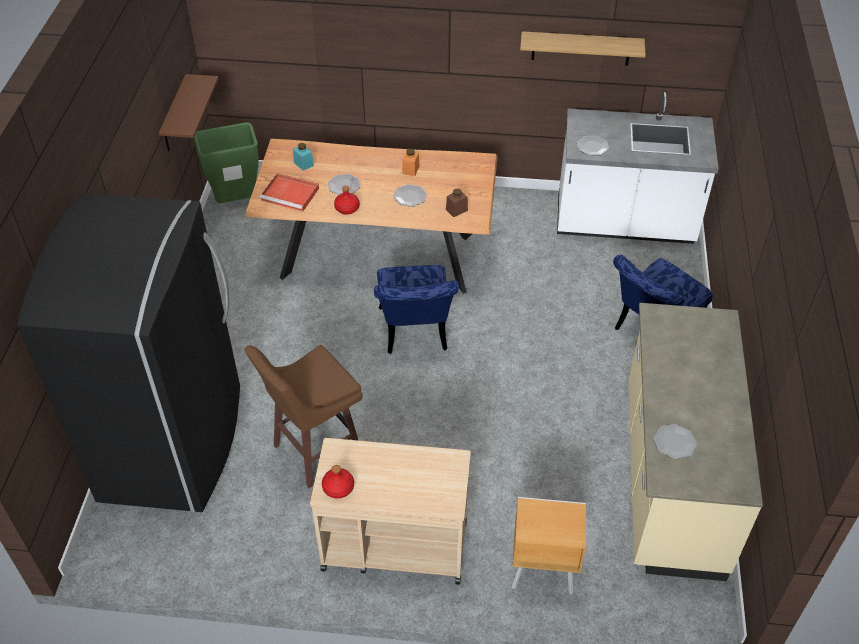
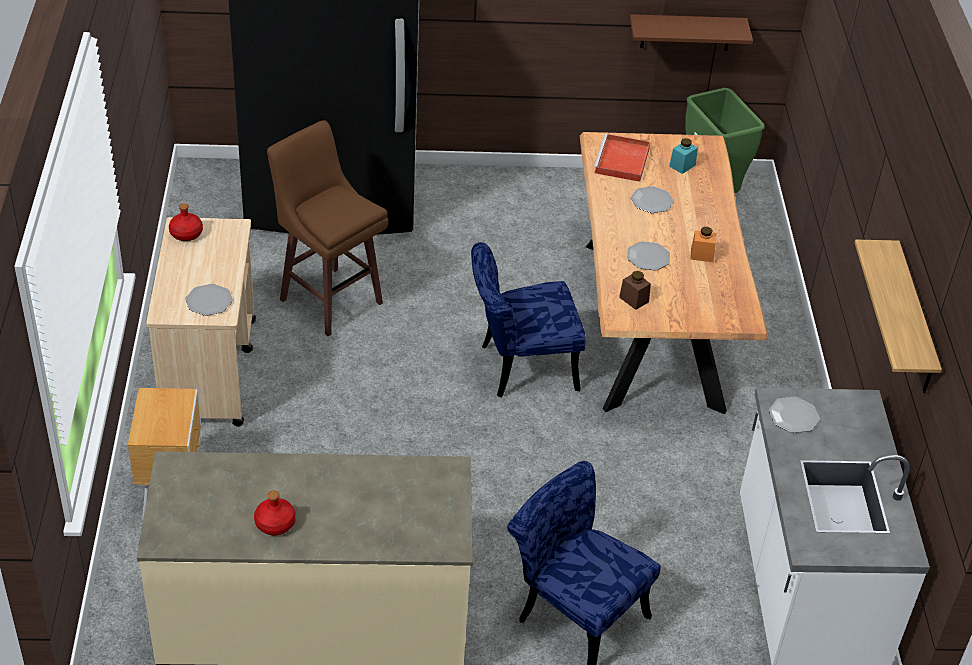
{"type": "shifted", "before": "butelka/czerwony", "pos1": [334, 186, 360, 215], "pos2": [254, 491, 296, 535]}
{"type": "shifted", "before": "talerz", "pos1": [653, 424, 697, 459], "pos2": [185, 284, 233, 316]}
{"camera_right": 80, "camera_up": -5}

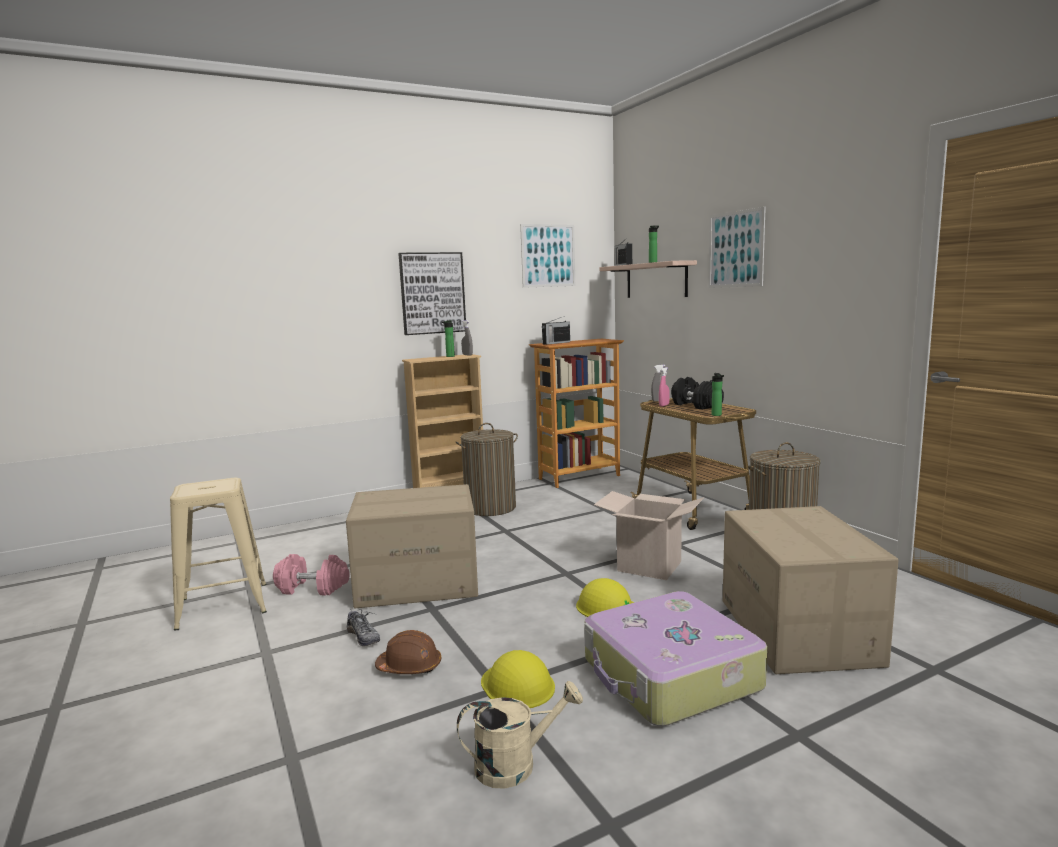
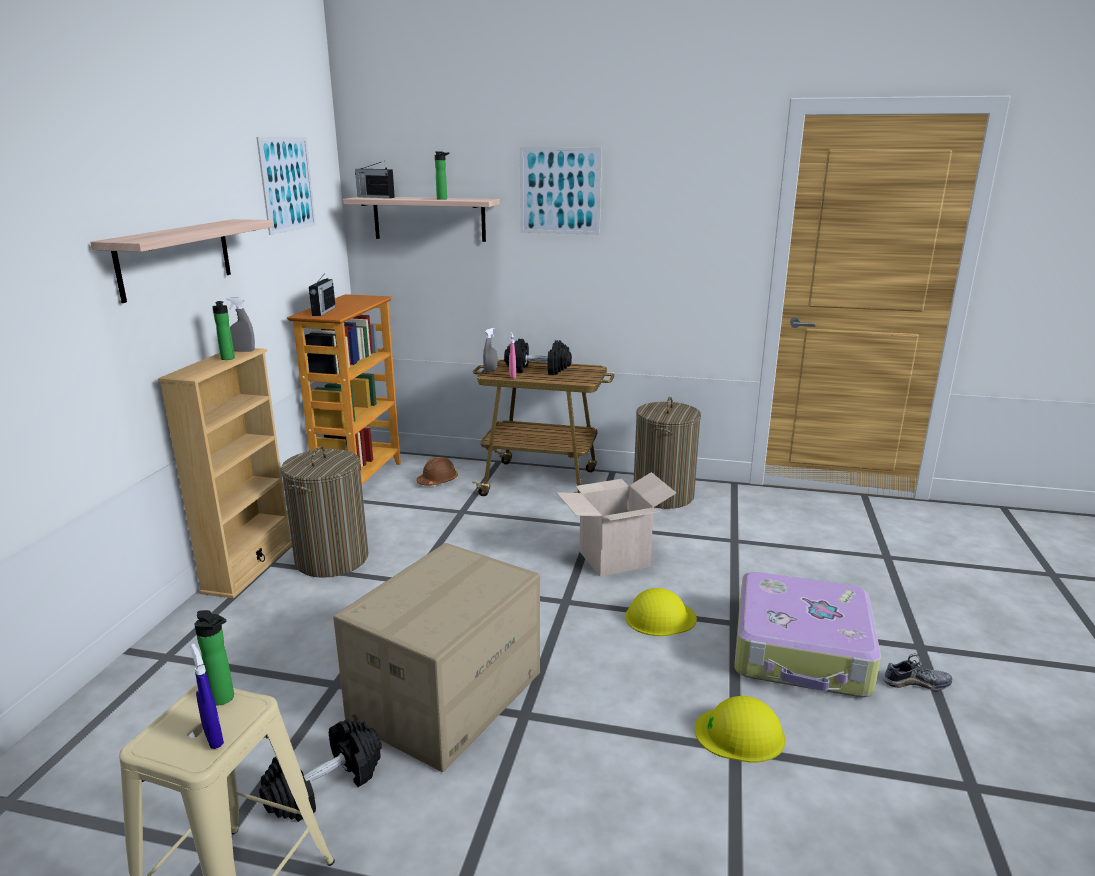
{"type": "swapped", "before": "obraz", "after": "półka", "pos1": [398, 252, 466, 335], "pos2": [90, 219, 274, 303]}
{"type": "shifted", "before": "butelka", "pos1": [712, 373, 724, 416], "pos2": [194, 610, 234, 705]}
{"type": "gone", "before": "karton", "pos1": [723, 506, 898, 674]}
{"type": "repainted", "before": "hantel/różowy", "after": "hantel/czarny", "pos1": [273, 554, 350, 595], "pos2": [259, 720, 382, 822]}
{"type": "shifted", "before": "but", "pos1": [347, 609, 380, 646], "pos2": [883, 653, 952, 690]}
{"type": "shifted", "before": "kask/brązowy", "pos1": [375, 630, 441, 674], "pos2": [416, 457, 458, 486]}
{"type": "gone", "before": "konewka/beżowy", "pos1": [457, 681, 583, 789]}
{"type": "new", "after": "spryskiwacz/niebieski", "pos2": [190, 644, 224, 749]}
{"camera_right": -50, "camera_up": 10}

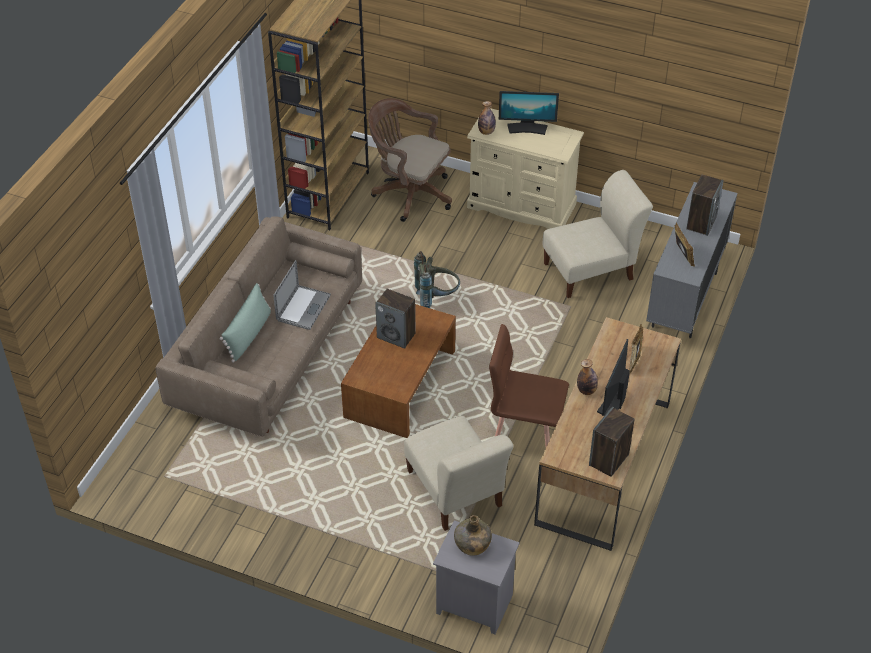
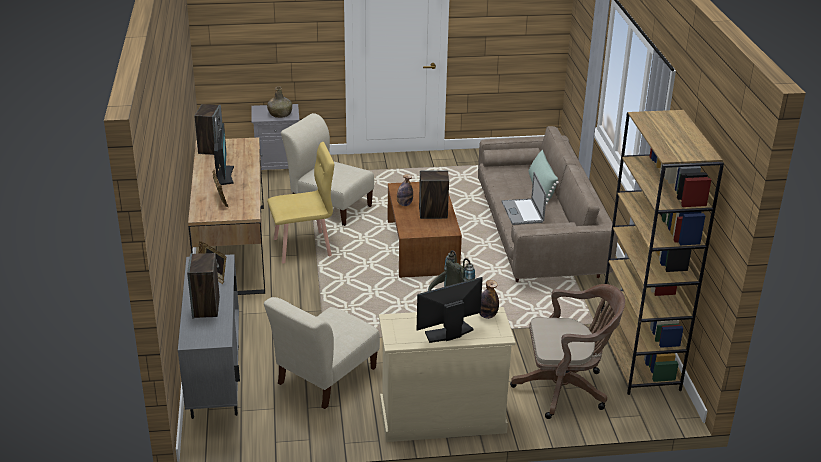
{"type": "repainted", "before": "krzesło/brązowy", "after": "krzesło/żółty", "pos1": [489, 324, 569, 447], "pos2": [267, 142, 334, 264]}
{"type": "shifted", "before": "butelka", "pos1": [577, 359, 598, 395], "pos2": [397, 174, 413, 206]}
{"camera_right": 150, "camera_up": -15}

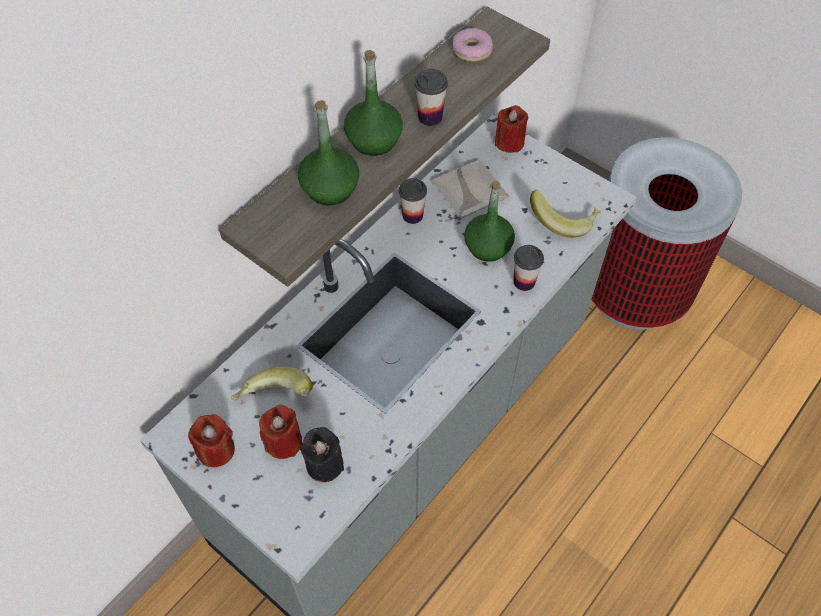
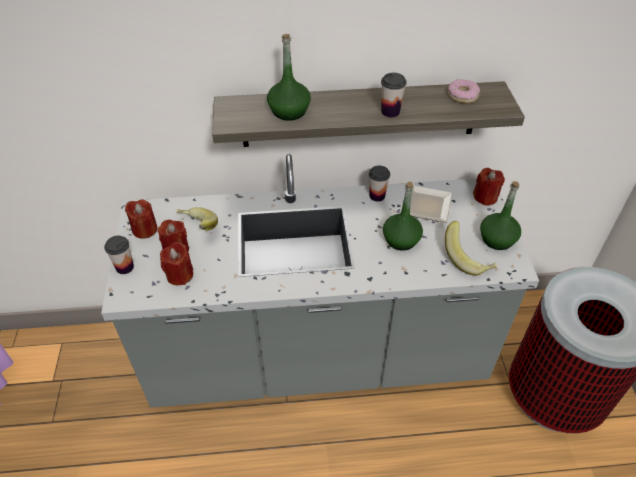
{"type": "shifted", "before": "butelka/zielony", "pos1": [344, 50, 403, 156], "pos2": [480, 181, 521, 250]}
{"type": "shifted", "before": "filiżanka", "pos1": [514, 245, 544, 291], "pos2": [104, 236, 134, 274]}
{"type": "repainted", "before": "świeca/czarny", "after": "świeca/czerwony", "pos1": [300, 427, 344, 482], "pos2": [160, 242, 193, 285]}
{"camera_right": 45, "camera_up": -10}

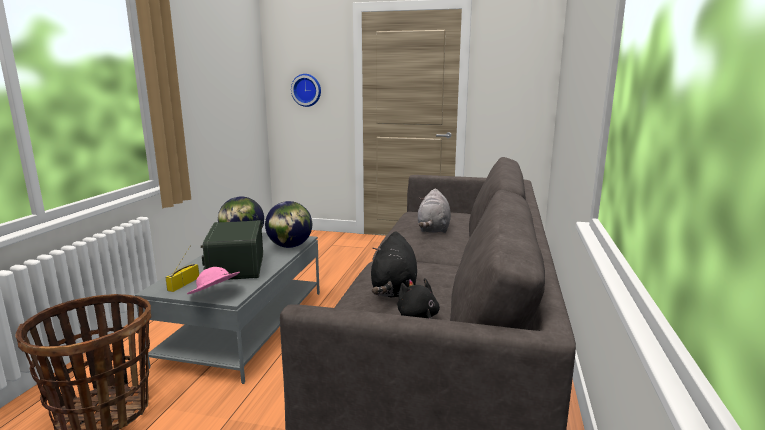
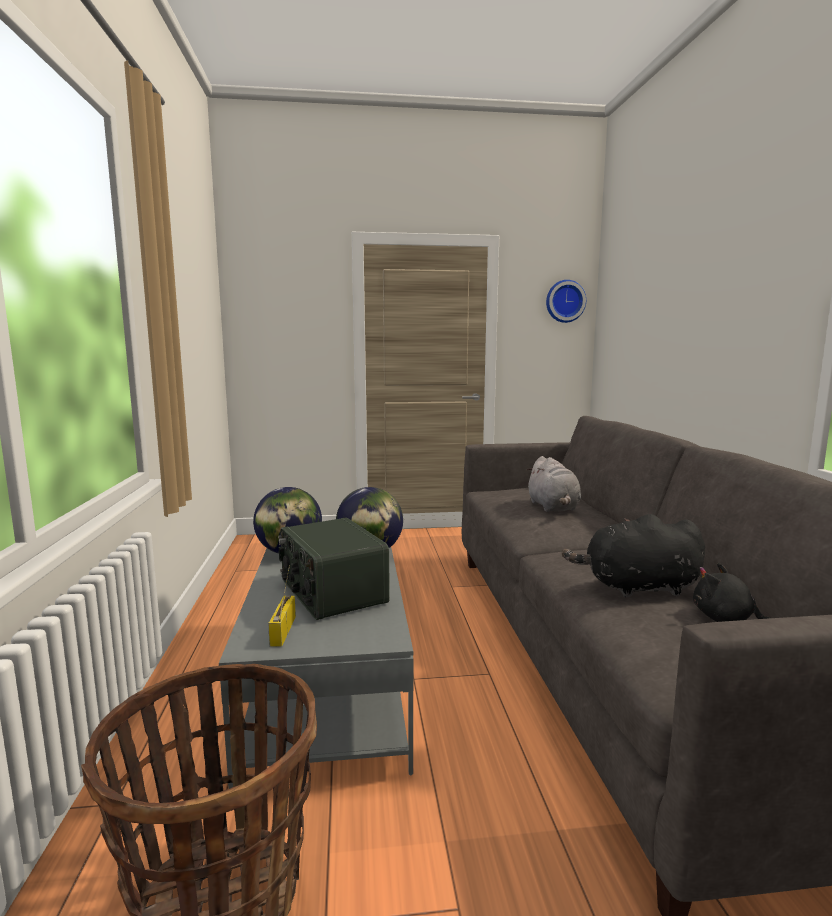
{"type": "shifted", "before": "zegar ścienny", "pos1": [291, 74, 321, 107], "pos2": [546, 280, 586, 323]}
{"type": "rotated", "before": "pluszak/czarny", "pos1": [371, 232, 417, 297], "pos2": [562, 514, 705, 598], "turn": 105}
{"type": "gone", "before": "kapelusz/różowy", "pos1": [187, 267, 240, 294]}
{"camera_right": -20, "camera_up": -5}

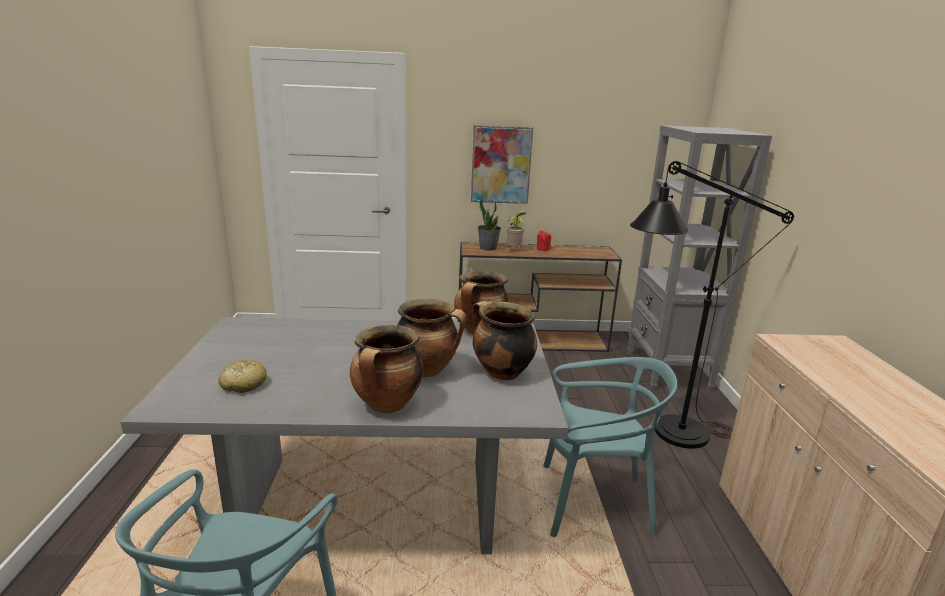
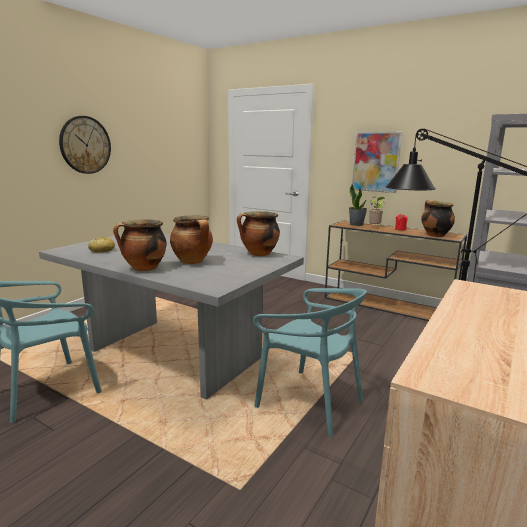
{"type": "shifted", "before": "garnek", "pos1": [472, 301, 537, 381], "pos2": [421, 200, 455, 237]}
{"type": "new", "after": "zegar ścienny", "pos2": [59, 116, 111, 174]}
{"camera_right": 35, "camera_up": -5}

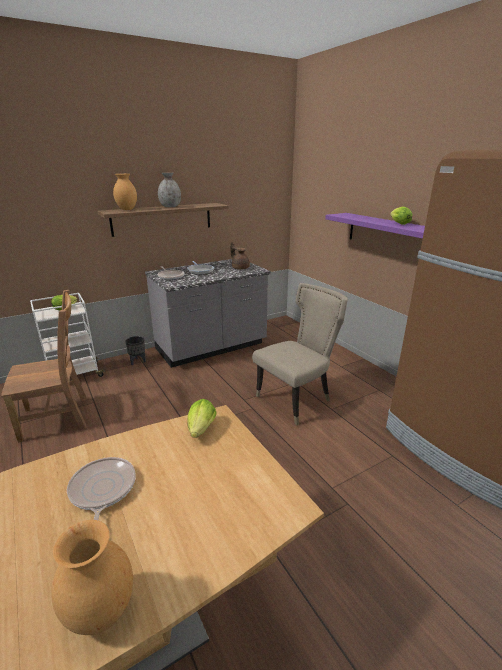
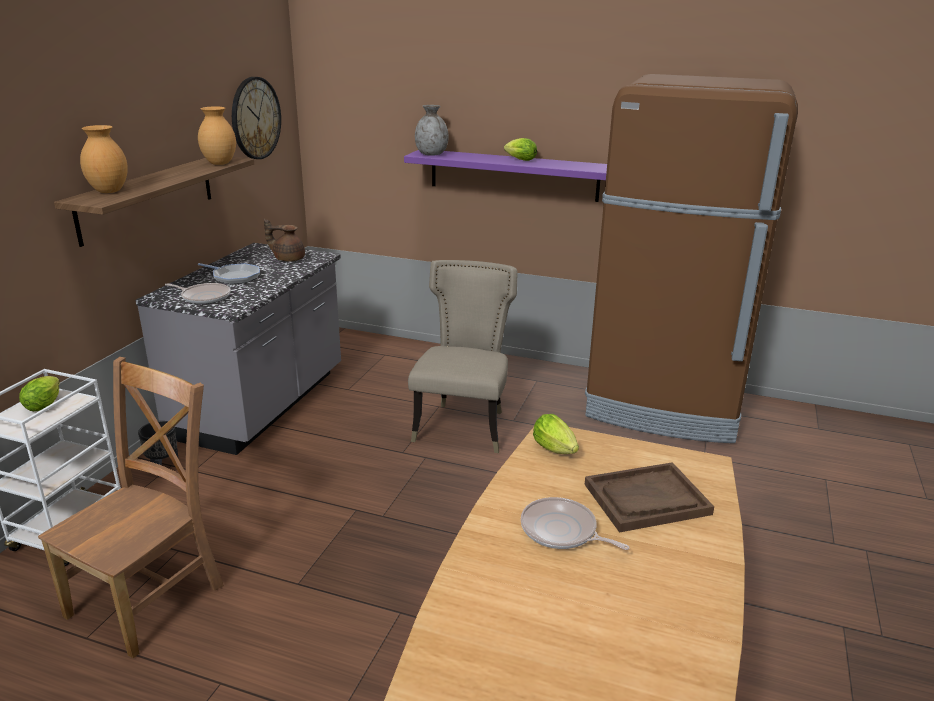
{"type": "shifted", "before": "wazon/szary", "pos1": [158, 173, 181, 207], "pos2": [415, 105, 449, 156]}
{"type": "shifted", "before": "wazon/brązowy", "pos1": [51, 520, 133, 635], "pos2": [198, 106, 236, 165]}
{"type": "new", "after": "zegar ścienny", "pos2": [232, 77, 281, 159]}
{"type": "new", "after": "taca/brązowy", "pos2": [585, 462, 714, 533]}
{"camera_right": -40, "camera_up": 0}

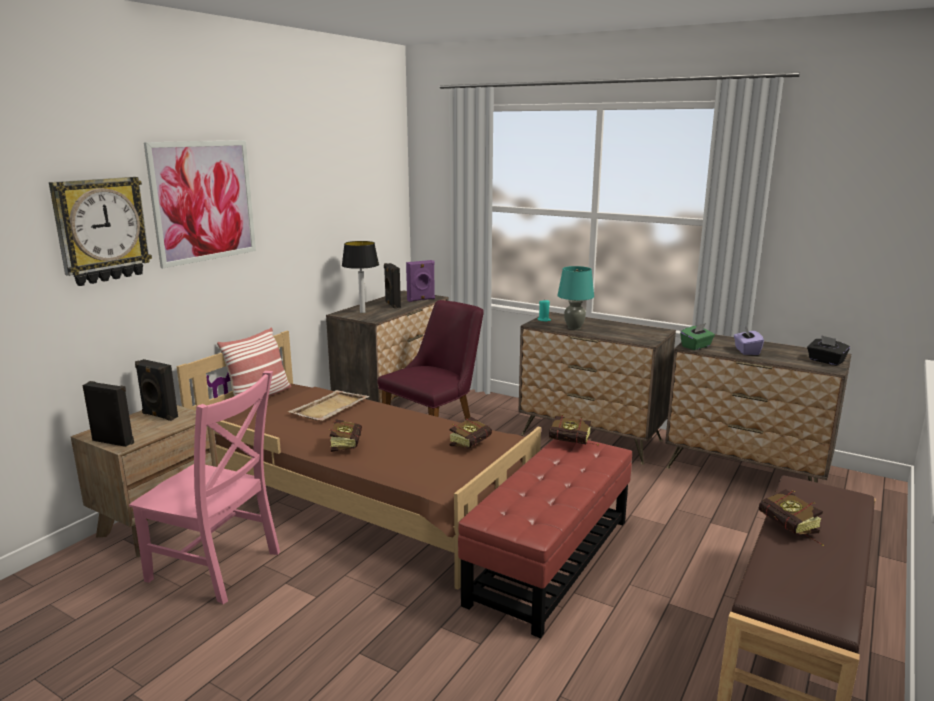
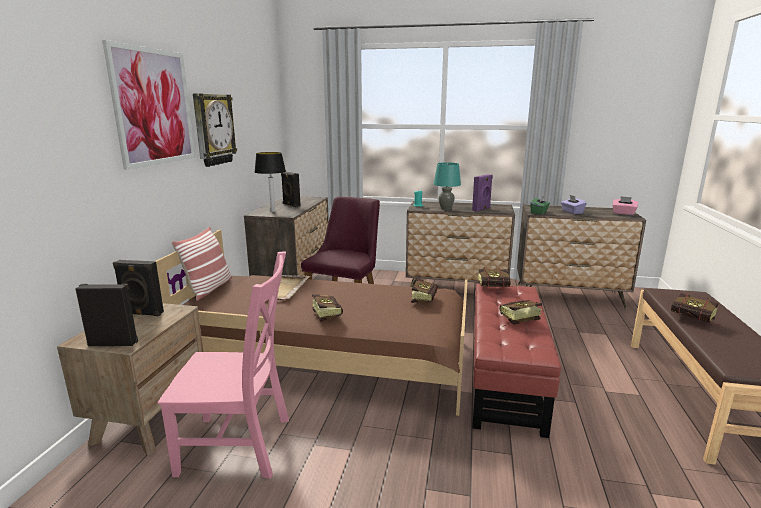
{"type": "shifted", "before": "zegar ścienny", "pos1": [49, 177, 152, 286], "pos2": [193, 93, 237, 167]}
{"type": "shifted", "before": "głośnik/fioletowy", "pos1": [406, 260, 435, 302], "pos2": [472, 174, 493, 212]}
{"type": "repainted", "before": "pudełko chusteczek/czarny", "after": "pudełko chusteczek/różowy", "pos1": [807, 335, 850, 366], "pos2": [612, 196, 638, 215]}
{"type": "new", "after": "książka", "pos2": [500, 300, 542, 327]}
{"camera_right": -20, "camera_up": 0}

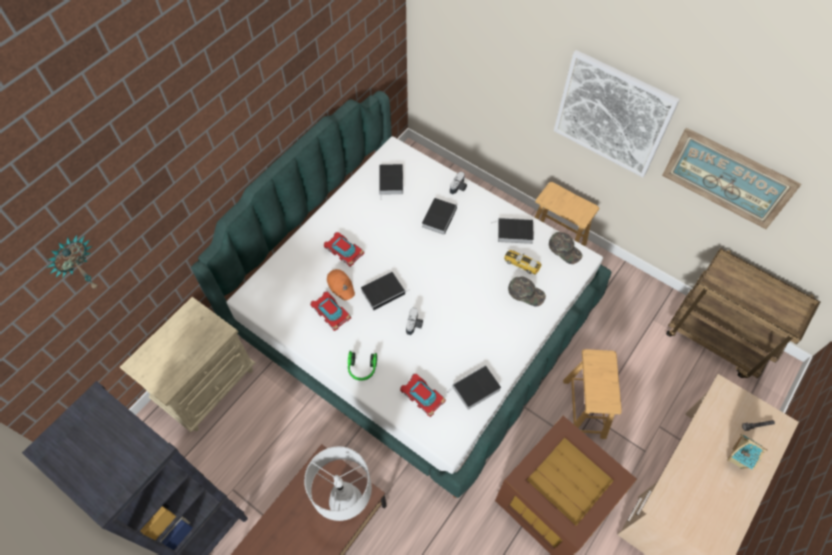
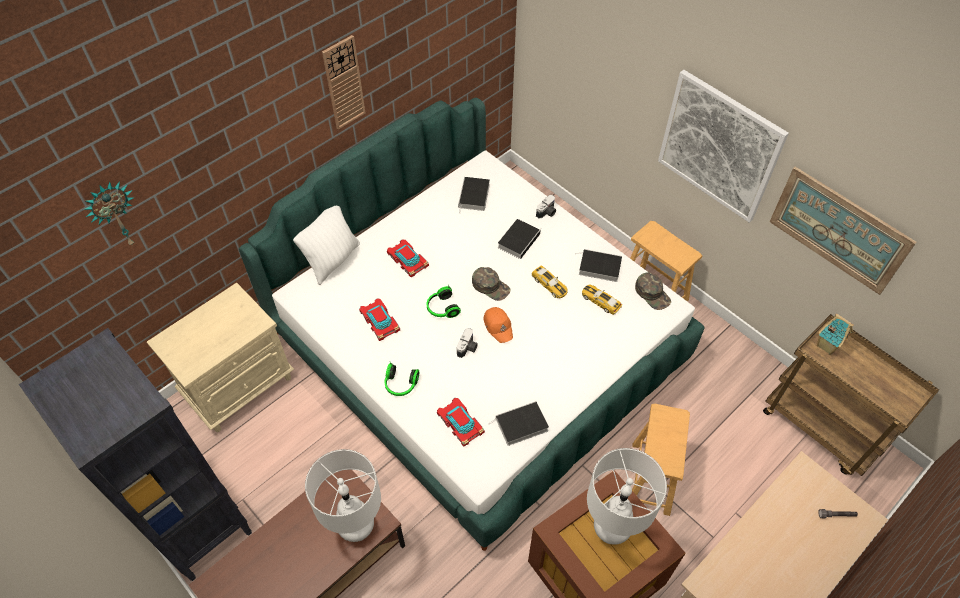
{"type": "shifted", "before": "czapka z daszkiem/pomarańczowy", "pos1": [327, 269, 355, 300], "pos2": [484, 307, 513, 343]}
{"type": "swapped", "before": "książka", "after": "słuchawki", "pos1": [361, 272, 410, 311], "pos2": [427, 284, 461, 318]}
{"type": "shifted", "before": "czapka z daszkiem/zielony", "pos1": [508, 276, 546, 306], "pos2": [472, 267, 511, 301]}
{"type": "shifted", "before": "domek", "pos1": [727, 434, 768, 470], "pos2": [817, 314, 854, 355]}
{"type": "new", "after": "zegar ścienny", "pos2": [322, 35, 365, 130]}
{"type": "new", "after": "poduszka/biały", "pos2": [293, 206, 360, 285]}
{"type": "new", "after": "samochodzik", "pos2": [532, 266, 568, 298]}
{"type": "new", "after": "lampa stołowa/biały", "pos2": [587, 448, 667, 545]}
{"camera_right": 10, "camera_up": -5}

